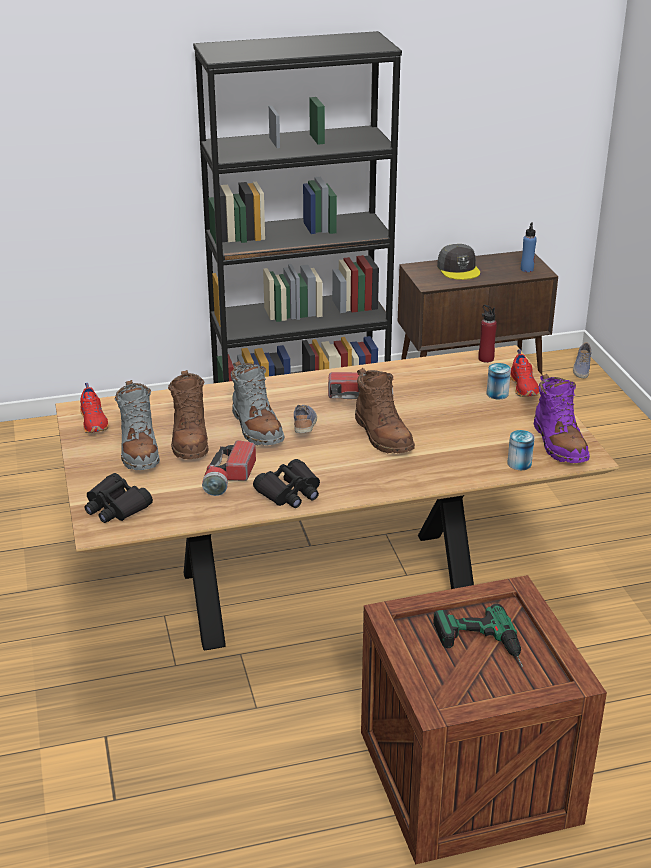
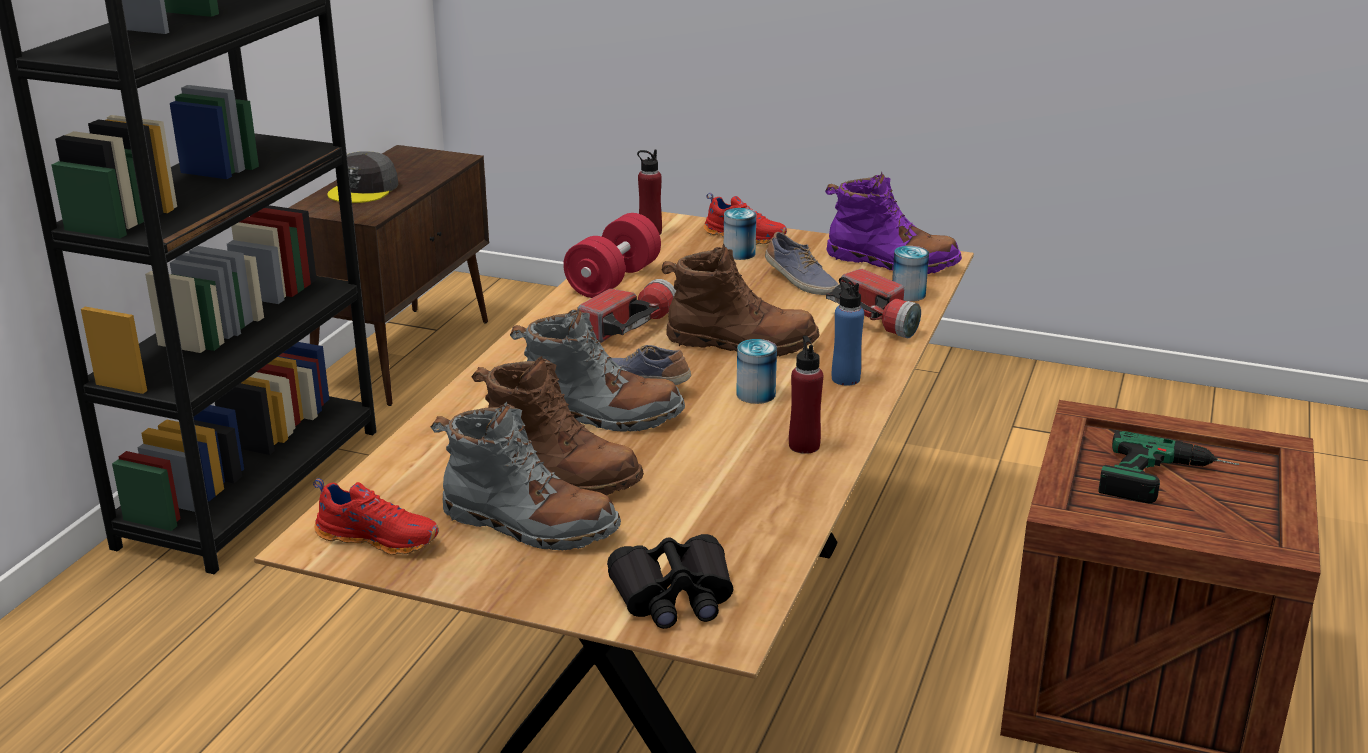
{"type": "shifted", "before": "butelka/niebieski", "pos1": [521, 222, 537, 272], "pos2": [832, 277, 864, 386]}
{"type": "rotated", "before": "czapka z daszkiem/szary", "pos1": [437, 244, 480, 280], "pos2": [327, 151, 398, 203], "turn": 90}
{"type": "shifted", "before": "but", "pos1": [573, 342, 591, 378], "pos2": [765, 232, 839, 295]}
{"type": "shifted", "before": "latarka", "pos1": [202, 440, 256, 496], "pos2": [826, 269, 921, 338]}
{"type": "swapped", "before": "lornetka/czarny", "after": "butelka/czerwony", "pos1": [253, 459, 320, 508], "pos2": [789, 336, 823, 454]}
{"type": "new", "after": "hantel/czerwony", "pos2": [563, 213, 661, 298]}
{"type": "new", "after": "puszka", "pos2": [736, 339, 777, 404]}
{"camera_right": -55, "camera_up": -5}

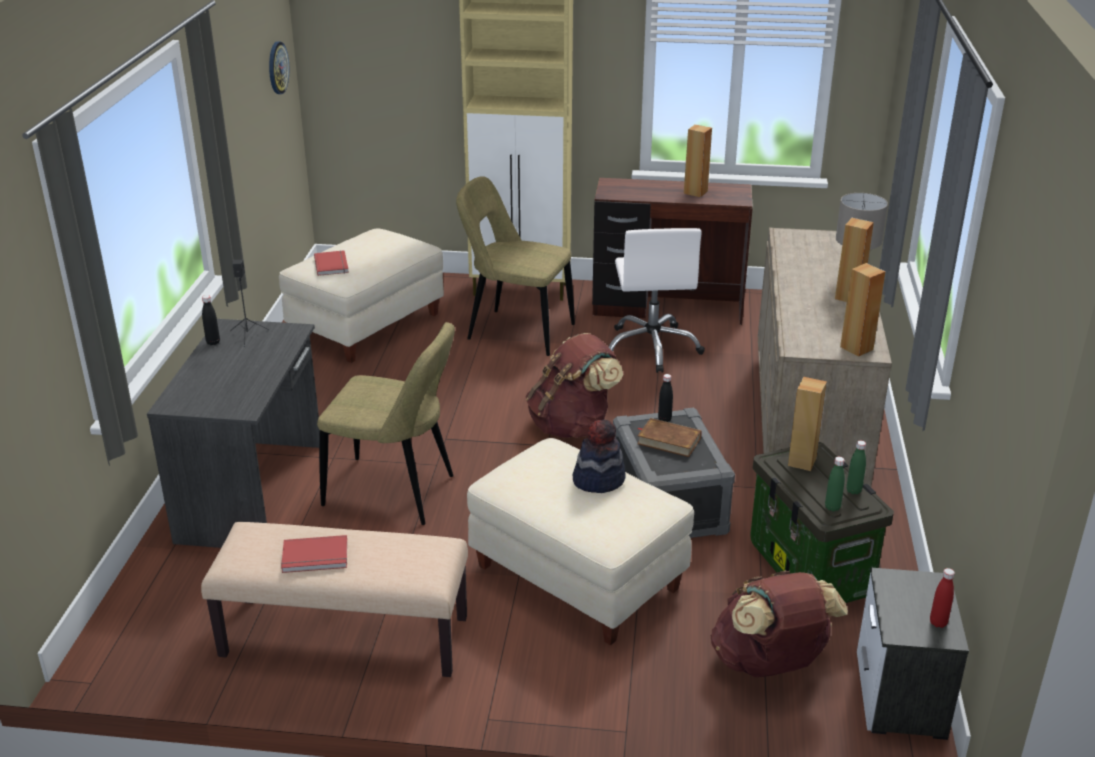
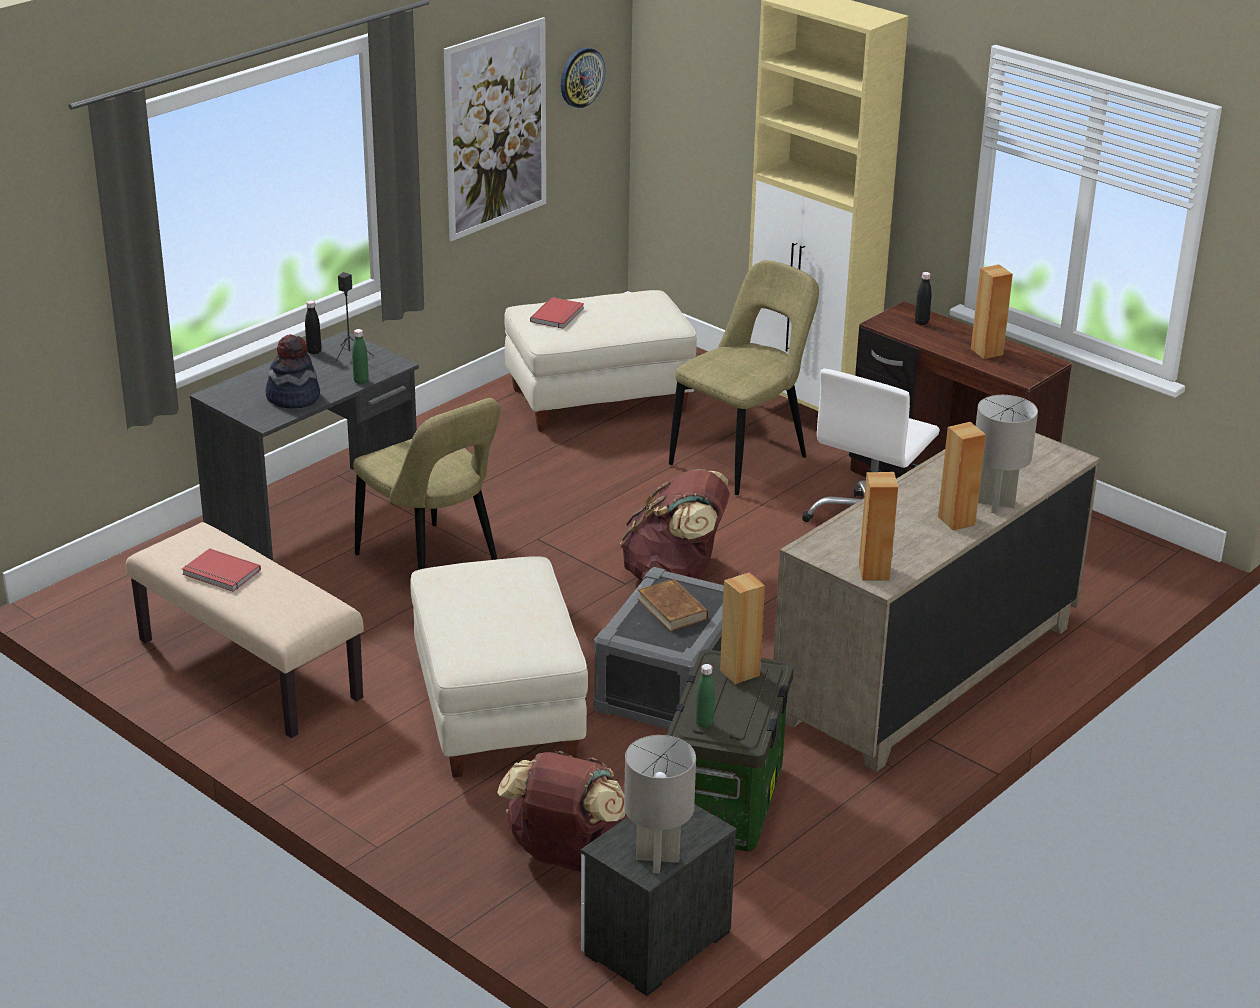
{"type": "rotated", "before": "krzesło/beżowy", "pos1": [456, 176, 575, 356], "pos2": [669, 260, 819, 495], "turn": 75}
{"type": "shifted", "before": "butelka/czarny", "pos1": [658, 374, 673, 422], "pos2": [915, 272, 931, 325]}
{"type": "shifted", "before": "kapelusz", "pos1": [573, 419, 626, 493], "pos2": [266, 334, 320, 408]}
{"type": "shifted", "before": "butelka/zielony", "pos1": [847, 441, 866, 494], "pos2": [352, 329, 369, 384]}
{"type": "swapped", "before": "butelka/czerwony", "after": "lampa stołowa/szary", "pos1": [930, 568, 955, 628], "pos2": [624, 735, 696, 874]}
{"type": "new", "after": "obraz", "pos2": [444, 17, 546, 241]}
{"camera_right": 35, "camera_up": 0}

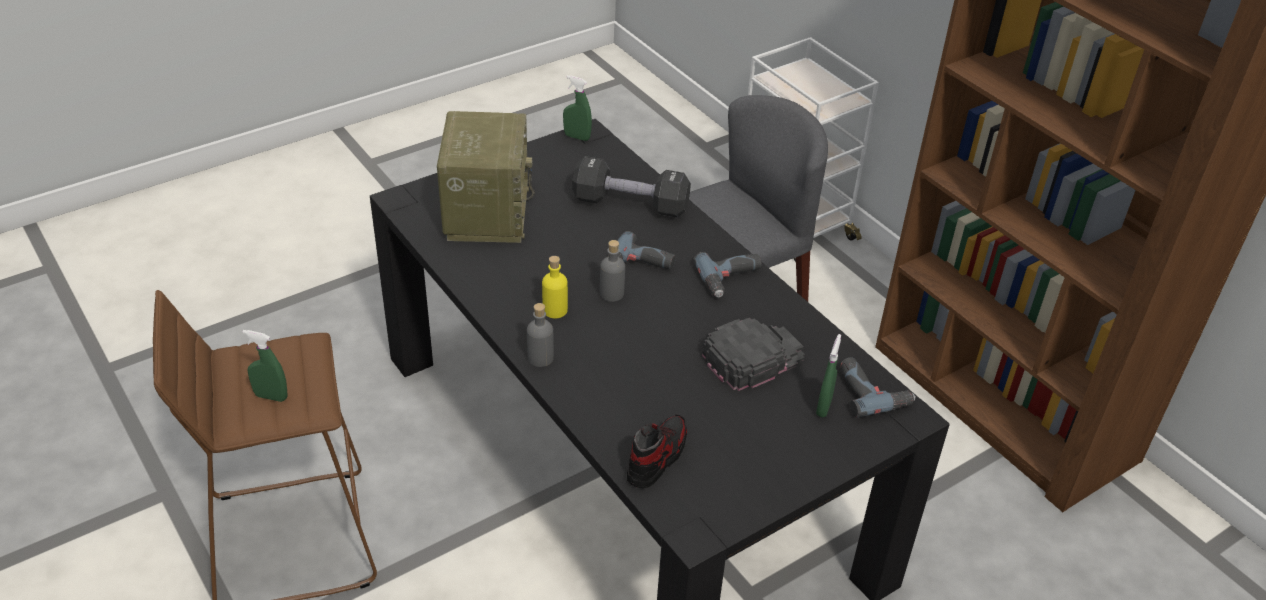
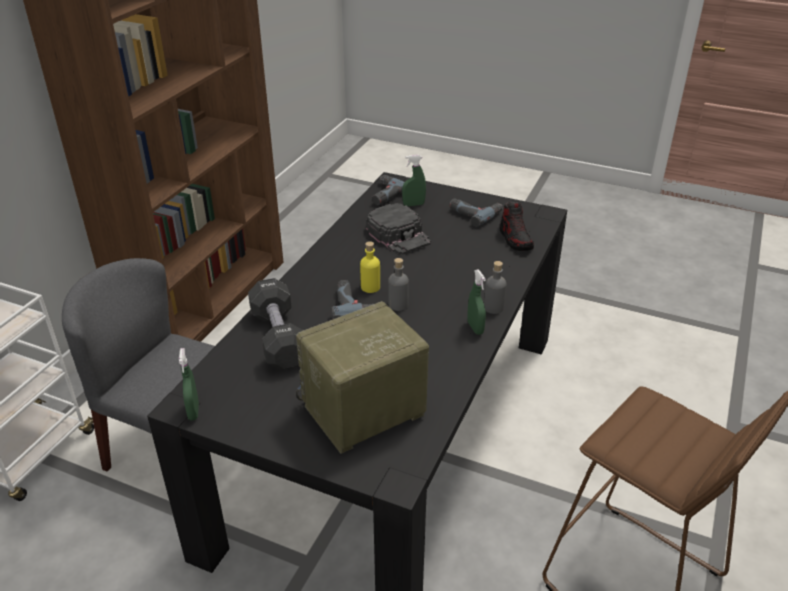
{"type": "shifted", "before": "wiertarka", "pos1": [693, 252, 761, 297], "pos2": [449, 198, 502, 227]}
{"type": "shifted", "before": "butelka/żółty", "pos1": [542, 256, 568, 318], "pos2": [360, 241, 380, 293]}
{"type": "rotated", "before": "czapka z daszkiem/czarny", "pos1": [702, 318, 805, 391], "pos2": [366, 203, 431, 255], "turn": -150}
{"type": "shifted", "before": "spryskiwacz/zielony", "pos1": [243, 330, 288, 402], "pos2": [467, 269, 486, 335]}
{"type": "rotated", "before": "but", "pos1": [627, 414, 687, 489], "pos2": [499, 202, 534, 251], "turn": -105}
{"camera_right": -120, "camera_up": -5}

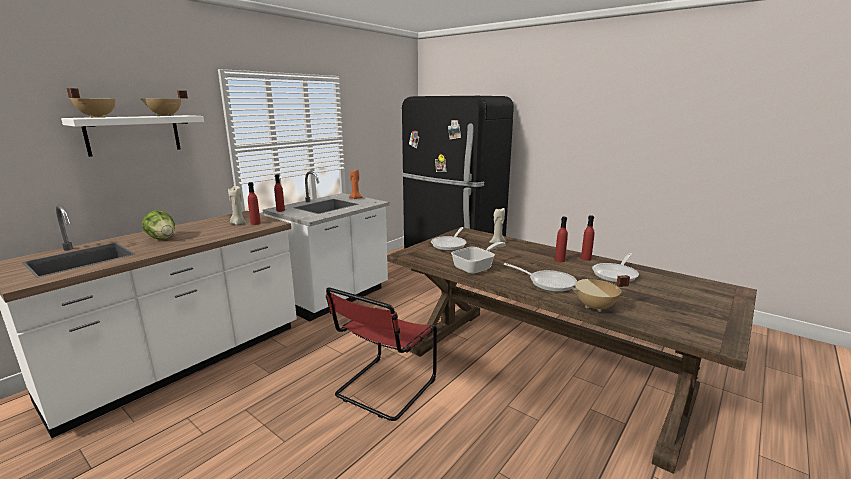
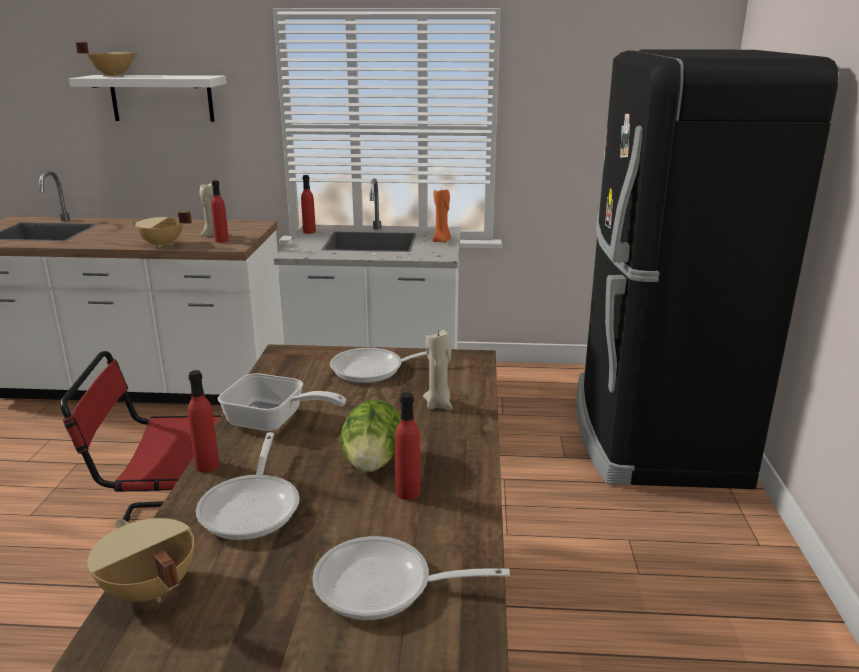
{"type": "shifted", "before": "garnek/beżowy", "pos1": [140, 90, 188, 116], "pos2": [132, 211, 192, 248]}
{"type": "shifted", "before": "sałata", "pos1": [142, 210, 175, 240], "pos2": [340, 399, 401, 472]}
{"type": "shifted", "before": "butelka/czerwony", "pos1": [581, 215, 595, 261], "pos2": [188, 370, 219, 472]}
{"camera_right": 55, "camera_up": 5}

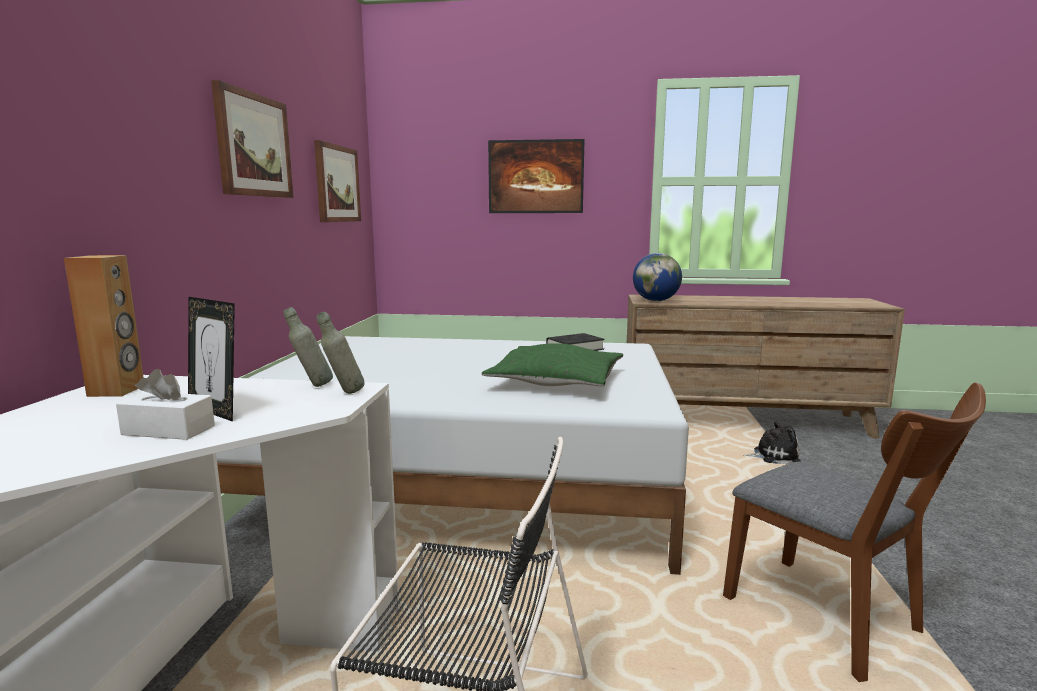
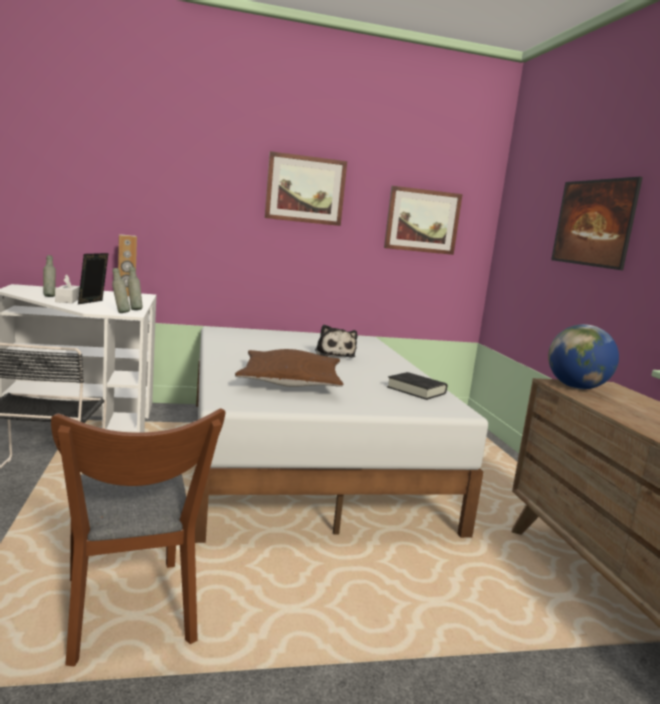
{"type": "repainted", "before": "poduszka/zielony", "after": "poduszka/brązowy", "pos1": [482, 343, 623, 386], "pos2": [235, 349, 343, 387]}
{"type": "rotated", "before": "krzesło/brązowy", "pos1": [723, 383, 986, 682], "pos2": [51, 408, 226, 666], "turn": -60}
{"type": "shifted", "before": "pluszak", "pos1": [744, 421, 801, 464], "pos2": [315, 325, 357, 358]}
{"type": "new", "after": "butelka/szary", "pos2": [43, 255, 56, 297]}
{"camera_right": 70, "camera_up": 0}

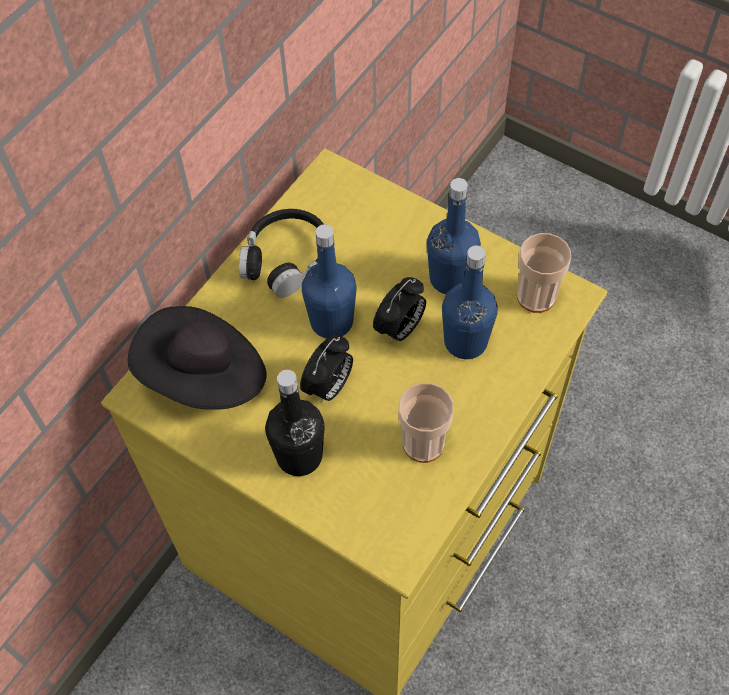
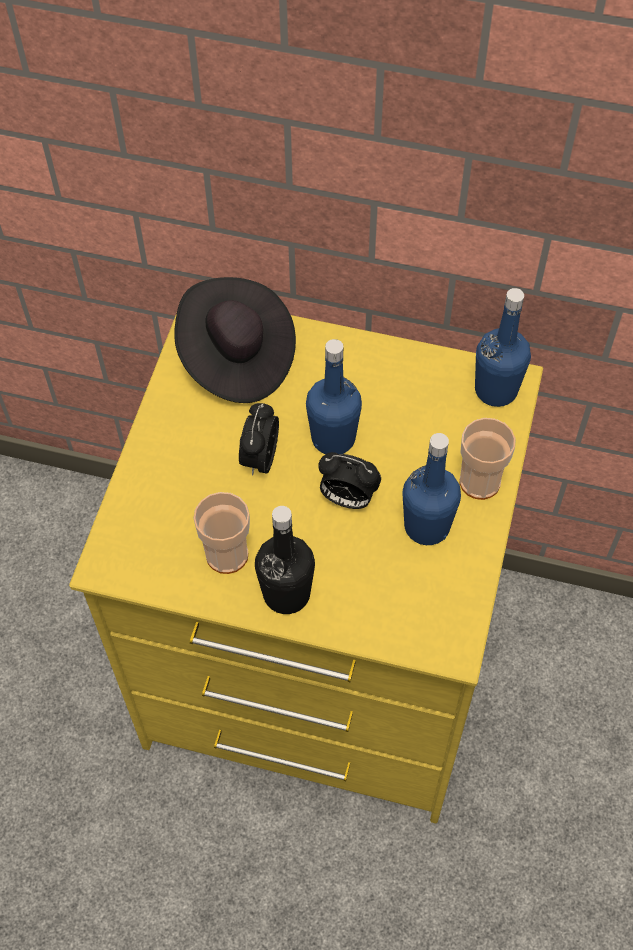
{"type": "gone", "before": "słuchawki/czarny", "pos1": [239, 209, 324, 298]}
{"type": "shifted", "before": "filiżanka", "pos1": [517, 233, 571, 313], "pos2": [459, 418, 516, 500]}
{"type": "shifted", "before": "butelka/niebieski", "pos1": [442, 245, 498, 359], "pos2": [475, 288, 531, 407]}
{"type": "rotated", "before": "budzik", "pos1": [300, 335, 353, 403], "pos2": [239, 403, 279, 476], "turn": 90}
{"type": "shifted", "before": "butelka/czarny", "pos1": [265, 370, 324, 476], "pos2": [255, 506, 315, 614]}
{"camera_right": 70, "camera_up": 0}

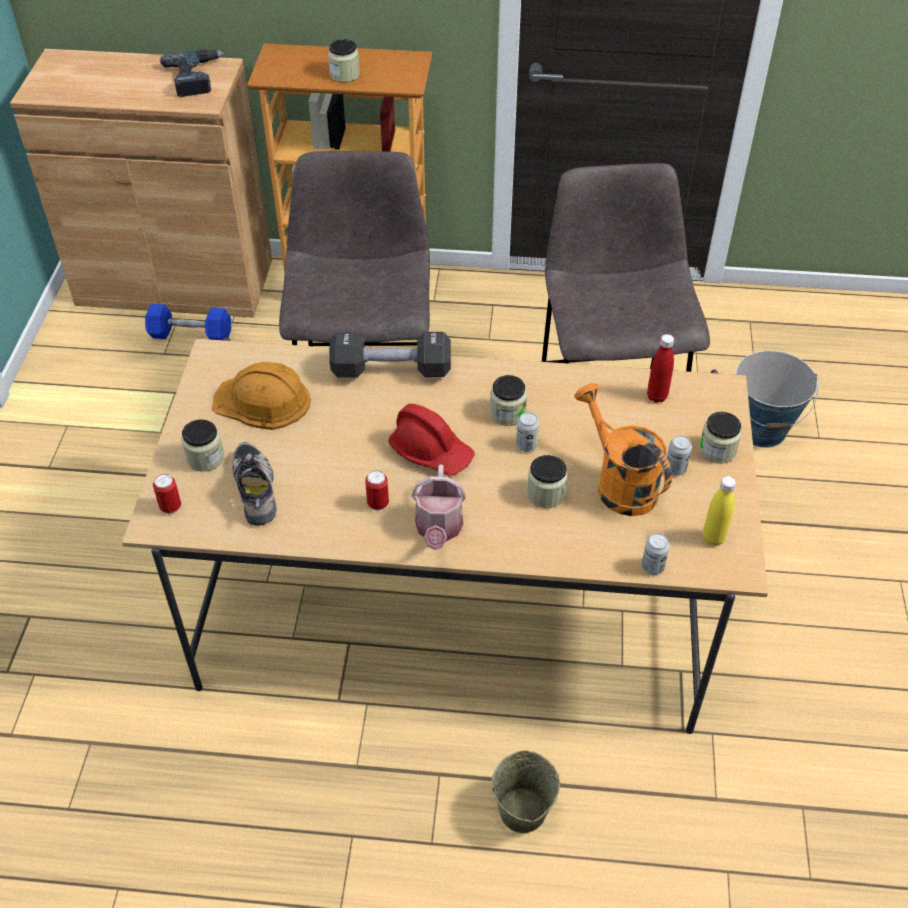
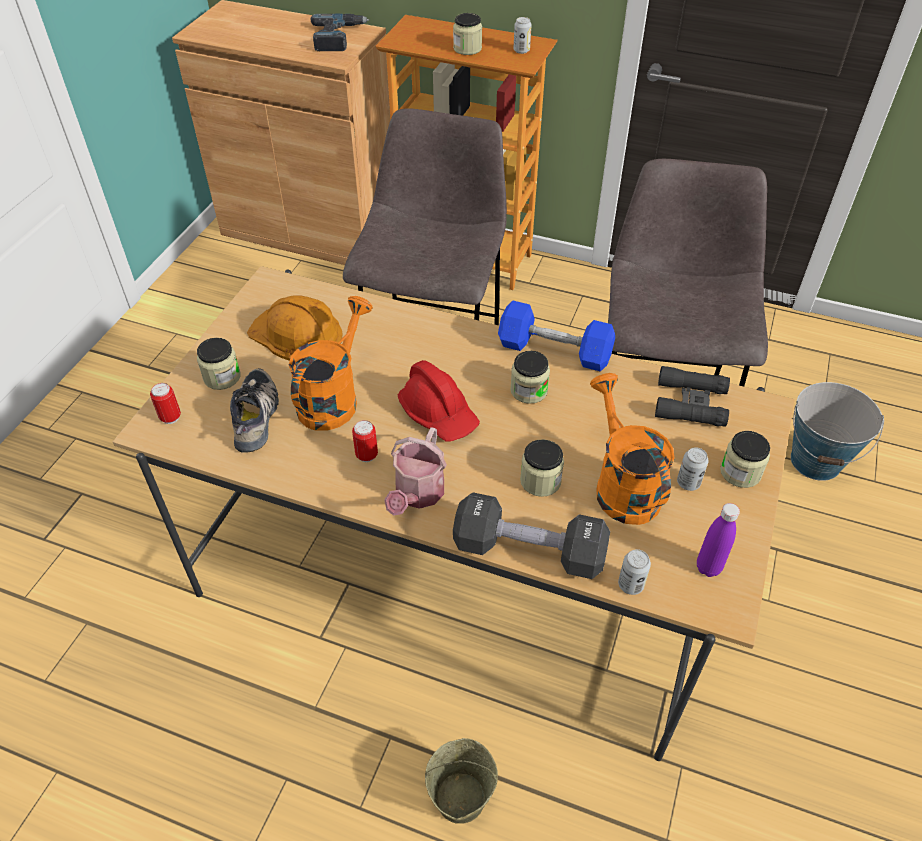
{"type": "shifted", "before": "hantel/niebieski", "pos1": [145, 304, 231, 340], "pos2": [498, 300, 615, 372]}
{"type": "shifted", "before": "hantel/czarny", "pos1": [329, 332, 451, 378], "pos2": [453, 492, 610, 579]}
{"type": "swapped", "before": "butelka/czerwony", "after": "lornetka/czarny", "pos1": [647, 334, 674, 403], "pos2": [655, 366, 730, 427]}
{"type": "shifted", "before": "puszka", "pos1": [516, 412, 539, 452], "pos2": [514, 17, 532, 54]}
{"type": "repainted", "before": "butelka/żółty", "after": "butelka/fioletowy", "pos1": [702, 476, 736, 546], "pos2": [697, 503, 740, 577]}
{"type": "new", "after": "konewka/pomarańczowy", "pos2": [289, 296, 373, 431]}
{"camera_right": 15, "camera_up": 0}

